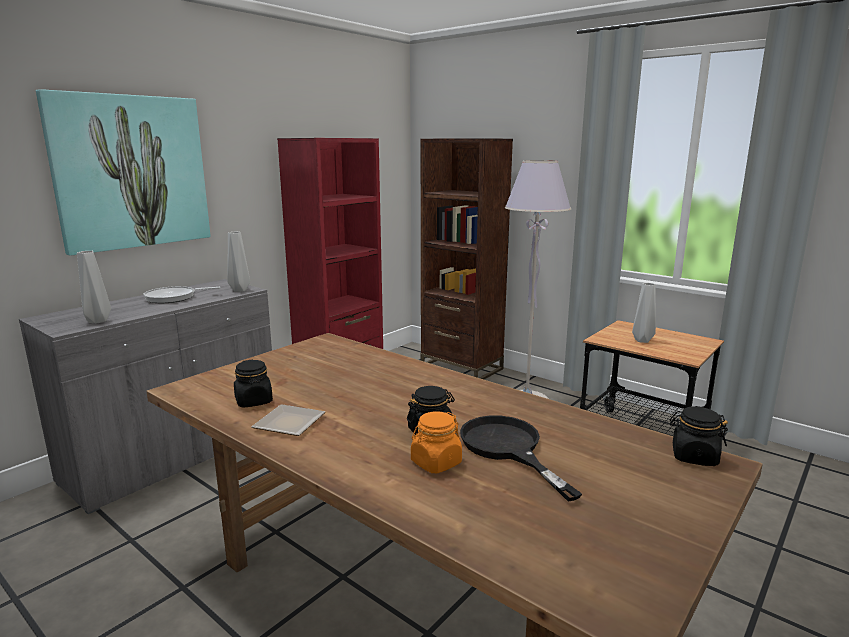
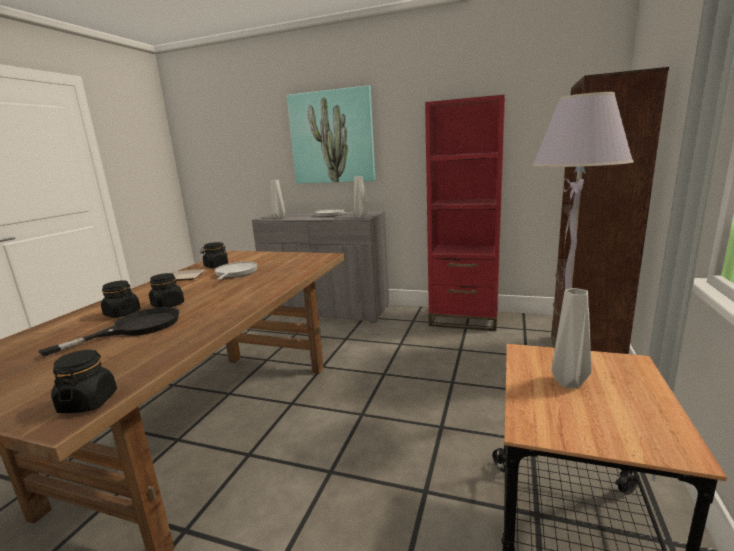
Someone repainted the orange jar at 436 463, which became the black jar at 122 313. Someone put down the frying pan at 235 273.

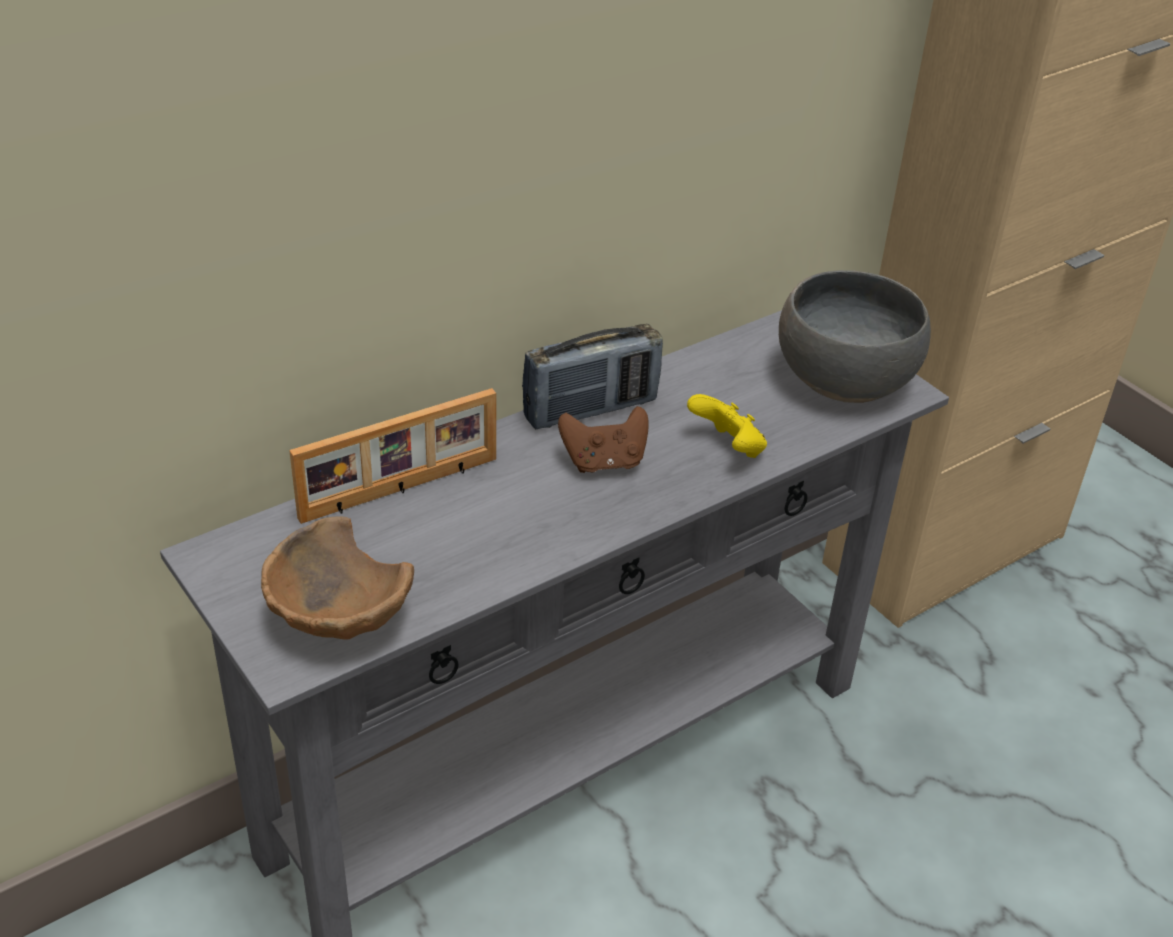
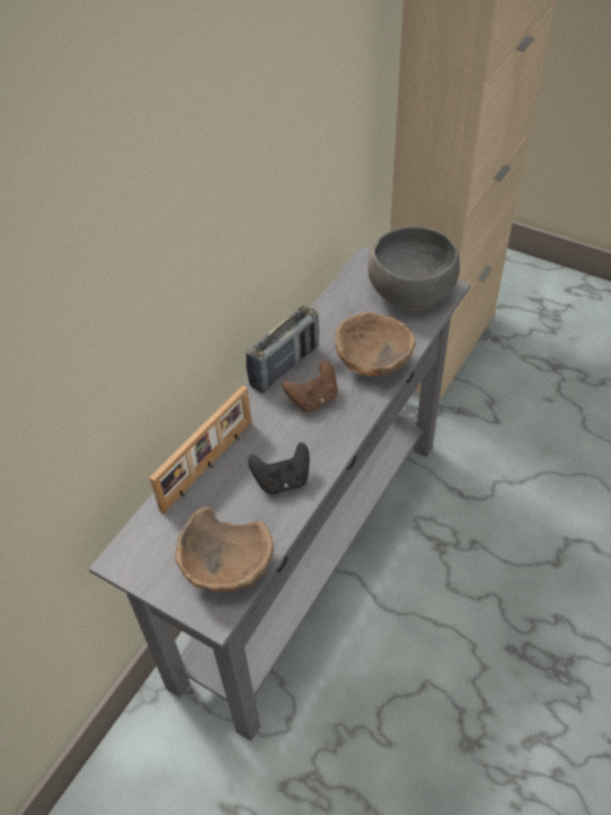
Someone swapped the yellow game controller at 728 448 for the brown bowl at 375 363. Someone put down the black game controller at 282 480.

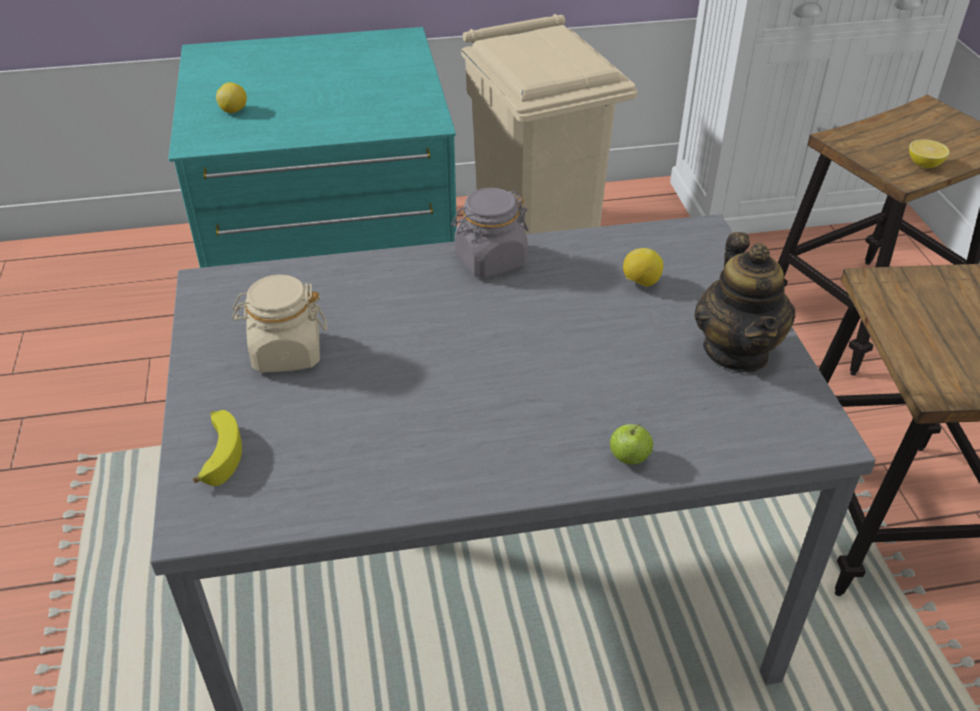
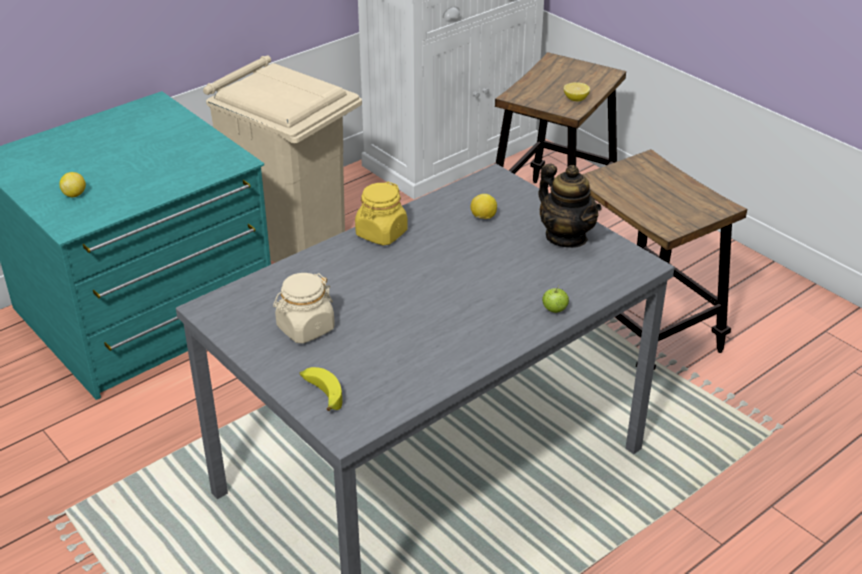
Someone repainted the grey jar at 490 260, which became the yellow jar at 381 234.

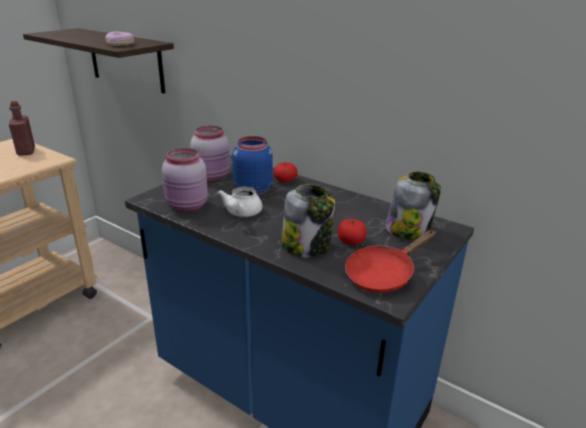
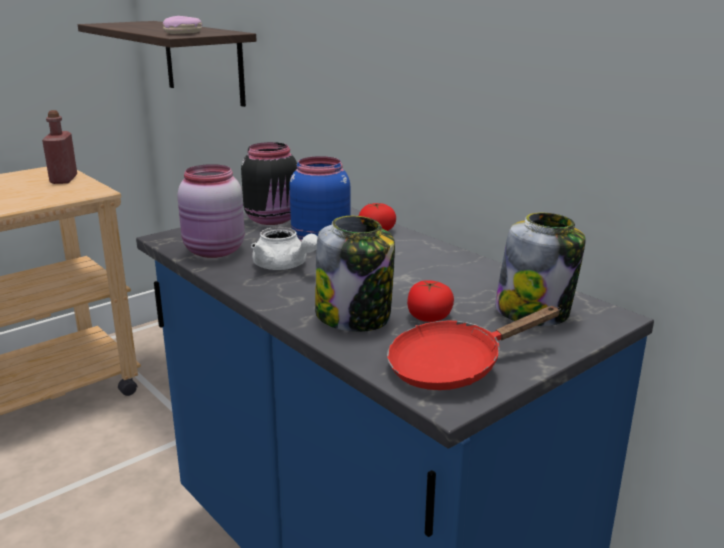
Someone repainted the pink jar at 213 177, which became the black jar at 273 219. Someone rotated the white teapot at 241 213 by 75 degrees counterclockwise.

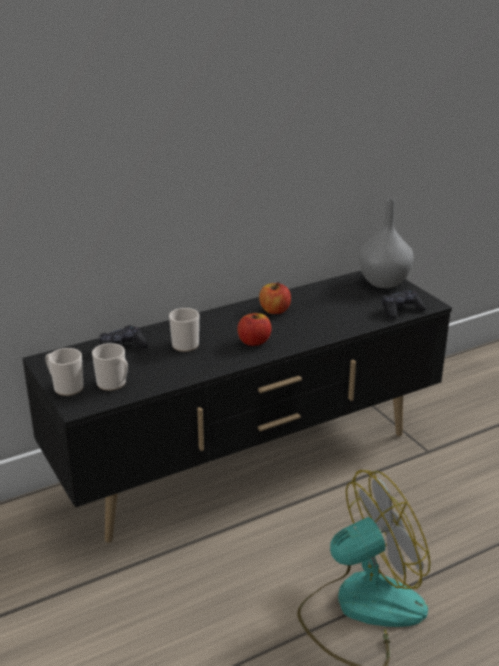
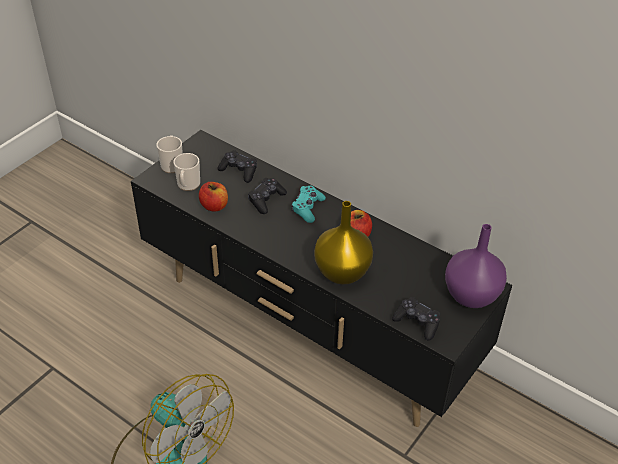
Someone swapped the mug at 183 343 for the black game controller at 266 200. Someone carried the apple from 254 342 to 214 206. Someone repainted the grey vase at 382 282, which became the purple vase at 470 294. Someone put down the turquoise game controller at 307 208. Someone put down the yellow vase at 343 273.

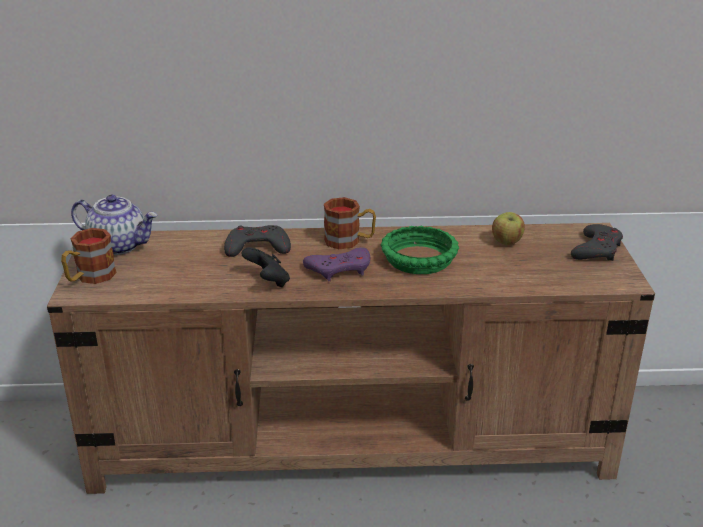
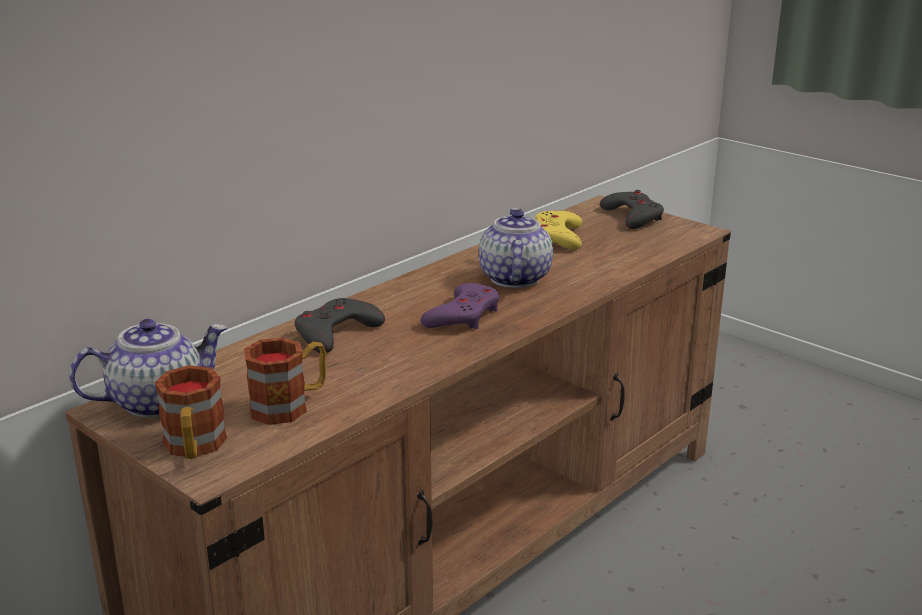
Someone took away the black game controller at 268 282. Someone carried the mug from 349 241 to 290 405. Someone swapped the green bowl at 418 258 for the teapot at 513 278. Someone swapped the apple at 507 242 for the yellow game controller at 557 237.

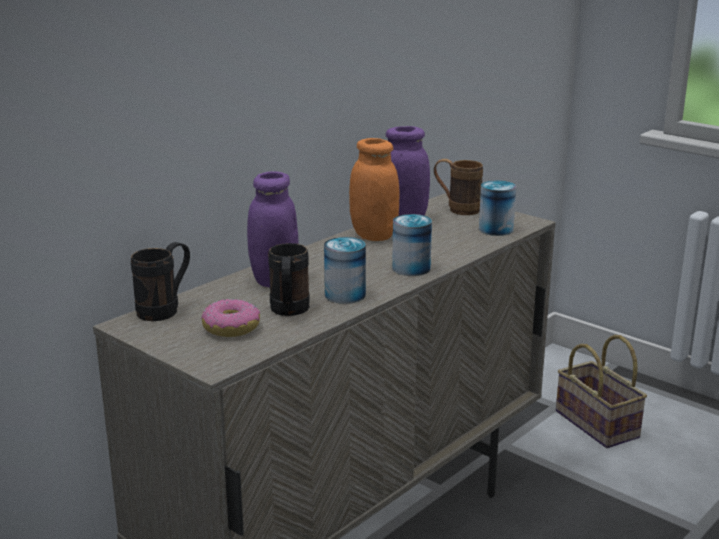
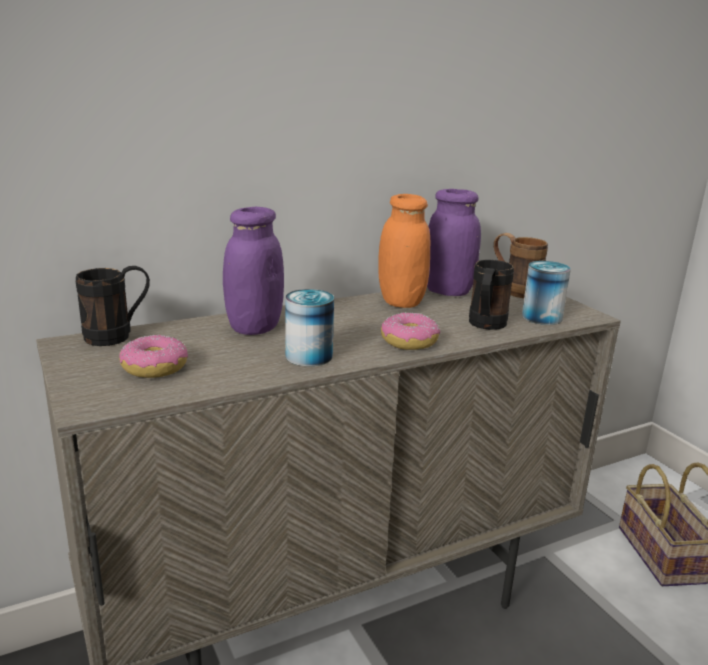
Someone carried the black mug from 289 312 to 485 326. Someone swapped the can at 411 268 for the donut at 409 341.

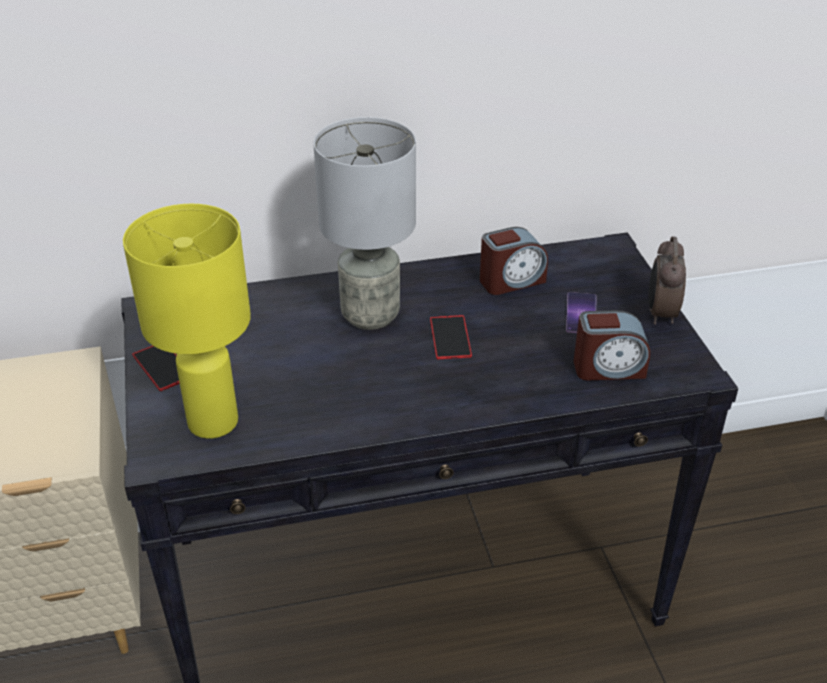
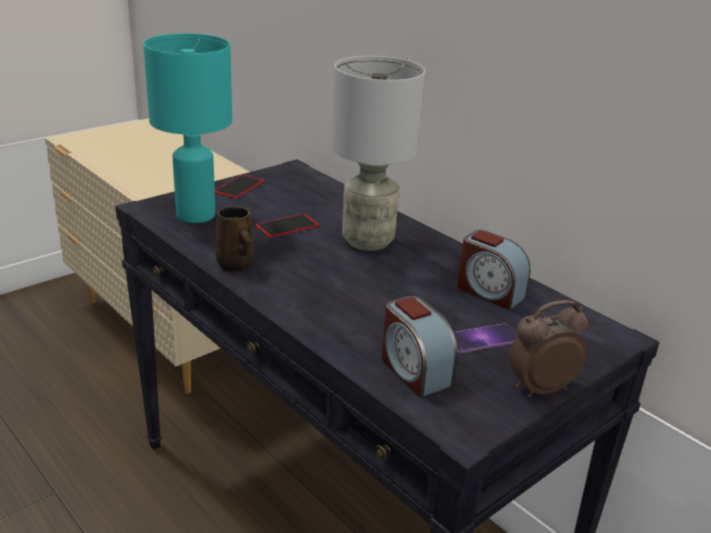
Someone repainted the yellow table lamp at 213 422, which became the turquoise table lamp at 194 215. Someone carried the phone from 450 337 to 287 226. Someone put down the brown mug at 236 265.

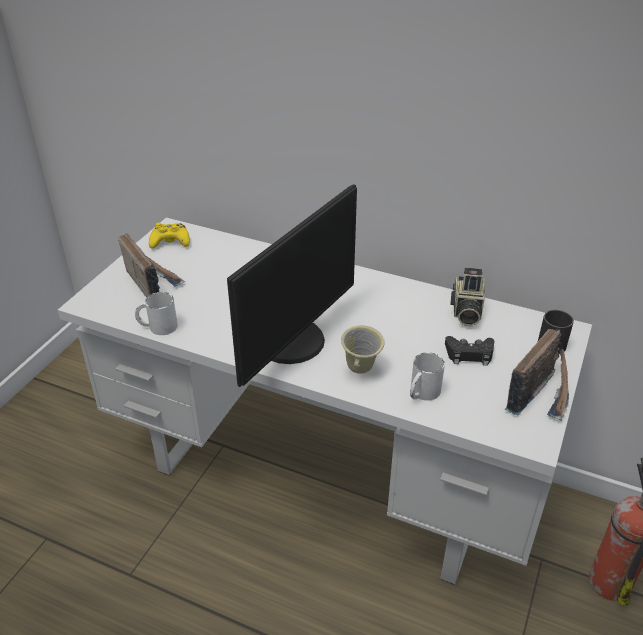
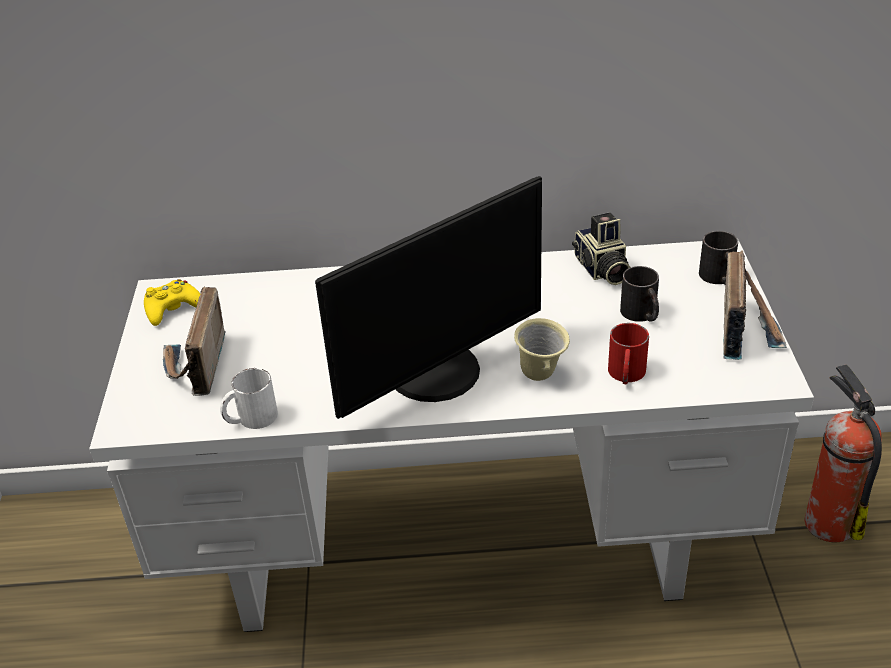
Someone rotated the radio at 153 282 by 120 degrees counterclockwise. Someone rotated the monitor at 293 342 by 45 degrees clockwise. Someone repainted the white mug at 422 393, which became the red mug at 626 375. Someone swapped the black game controller at 469 354 for the black mug at 642 315.

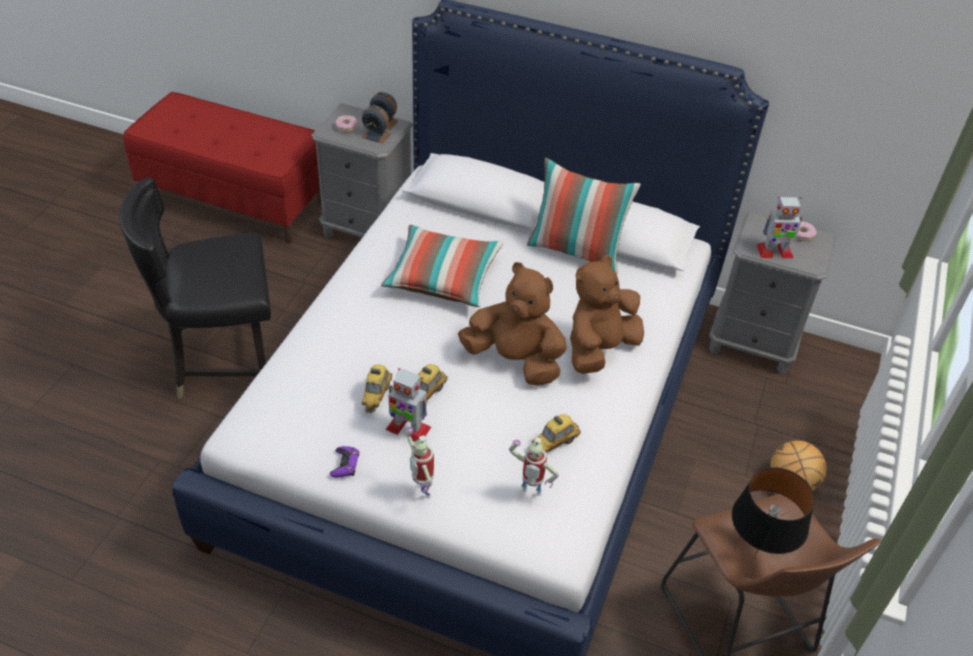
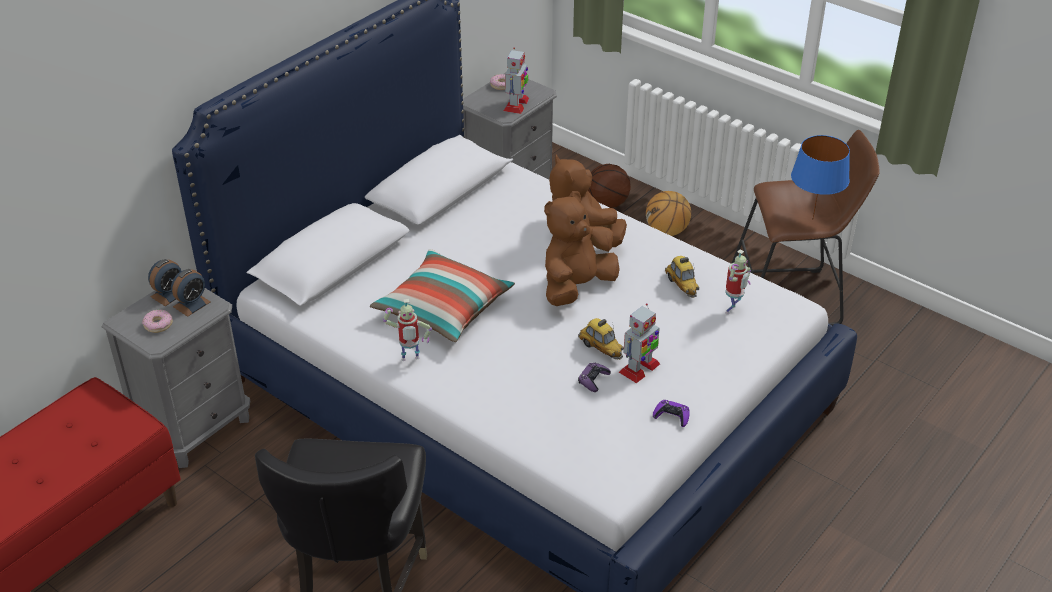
Someone swapped the toy car at 376 395 for the purple game controller at 593 380. Someone carried the toy robot from 421 491 to 410 360. Someone took away the pillow at 576 251. Someone repainted the black table lamp at 754 559, which became the blue table lamp at 813 219. Someone put down the basketball at 607 203.

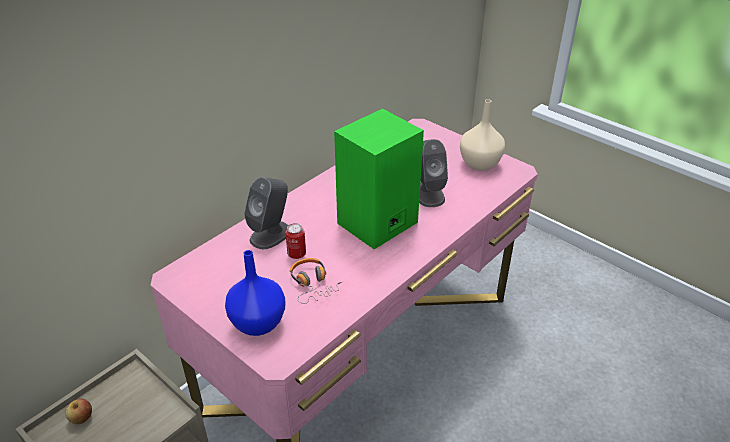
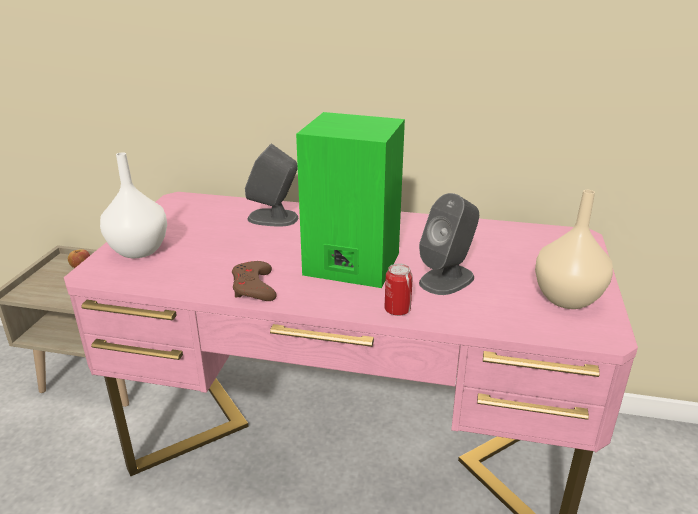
Someone repainted the blue vase at 257 324, which became the white vase at 138 250. Someone carried the can from 296 254 to 397 310. Someone took away the headphones at 313 284. Someone put down the brown game controller at 254 287.

